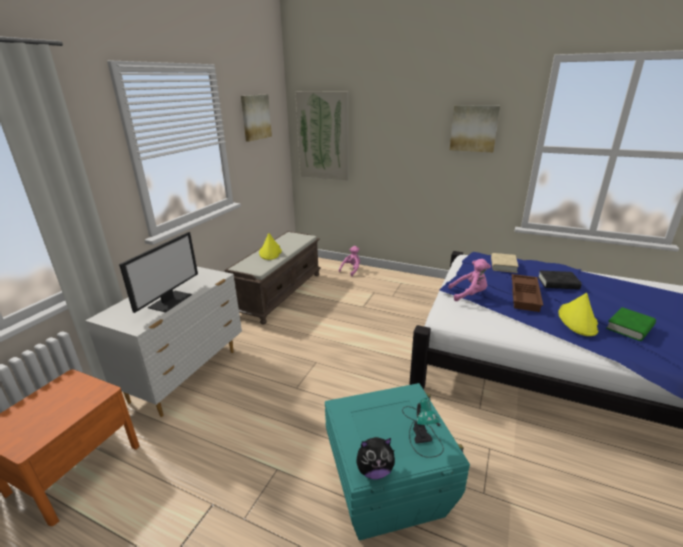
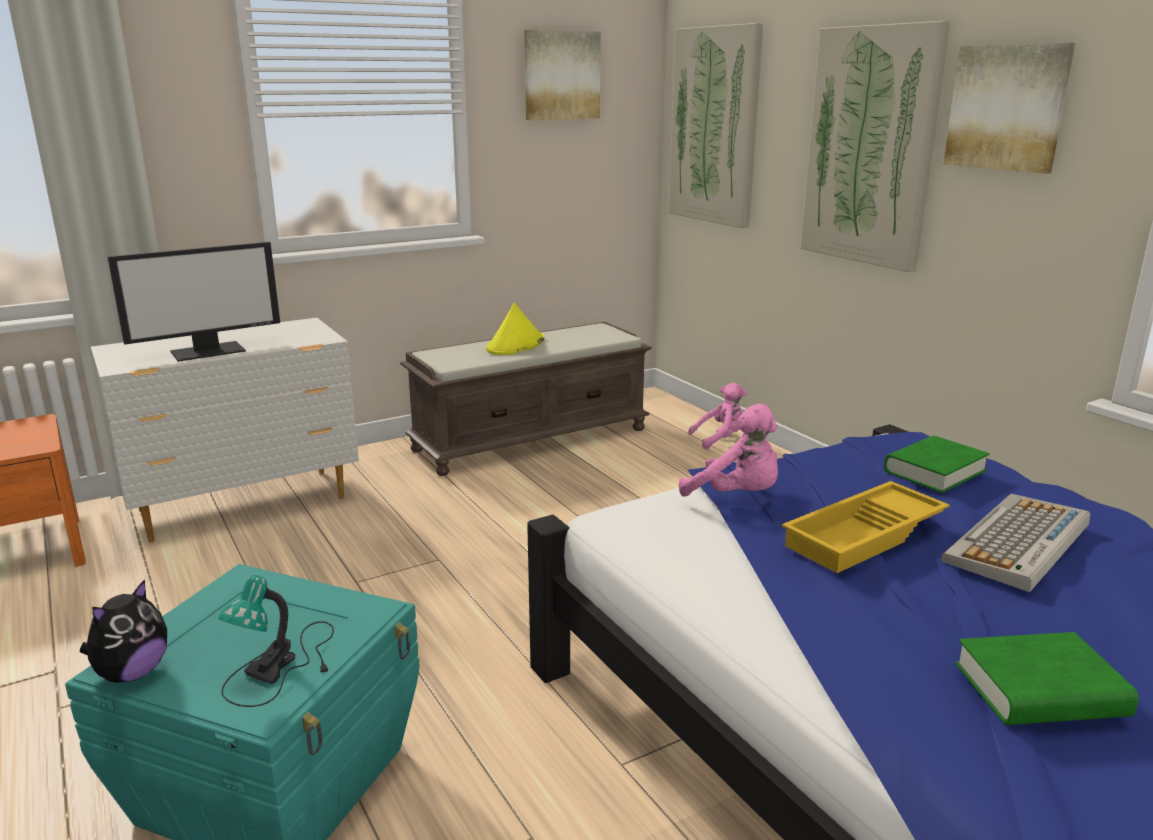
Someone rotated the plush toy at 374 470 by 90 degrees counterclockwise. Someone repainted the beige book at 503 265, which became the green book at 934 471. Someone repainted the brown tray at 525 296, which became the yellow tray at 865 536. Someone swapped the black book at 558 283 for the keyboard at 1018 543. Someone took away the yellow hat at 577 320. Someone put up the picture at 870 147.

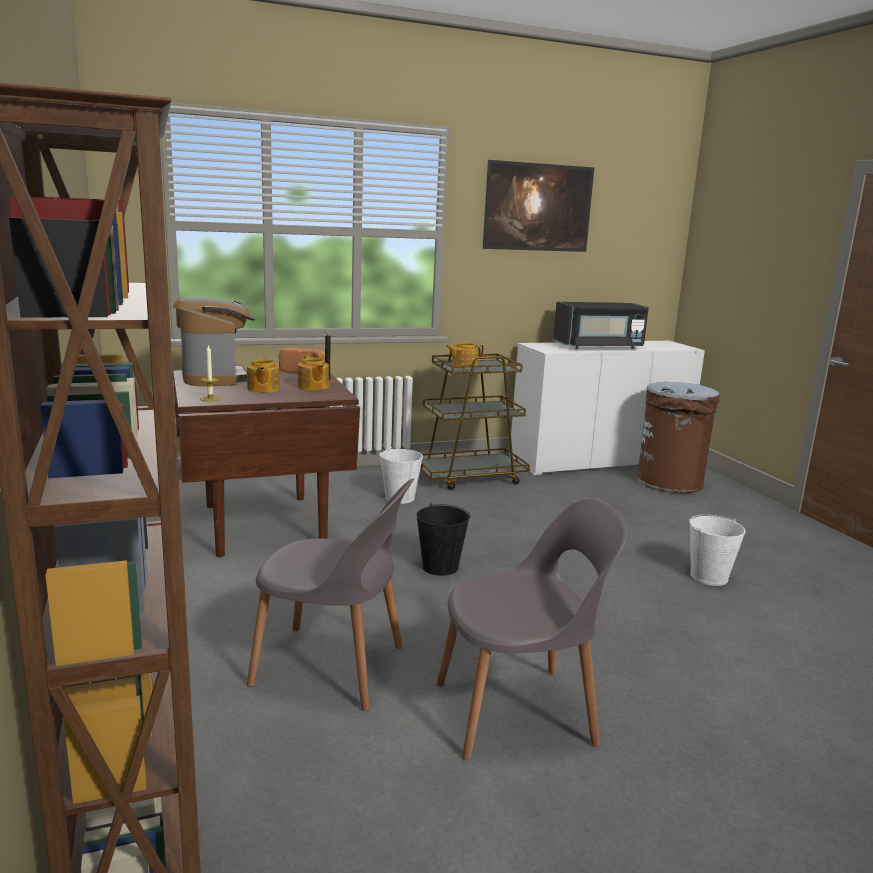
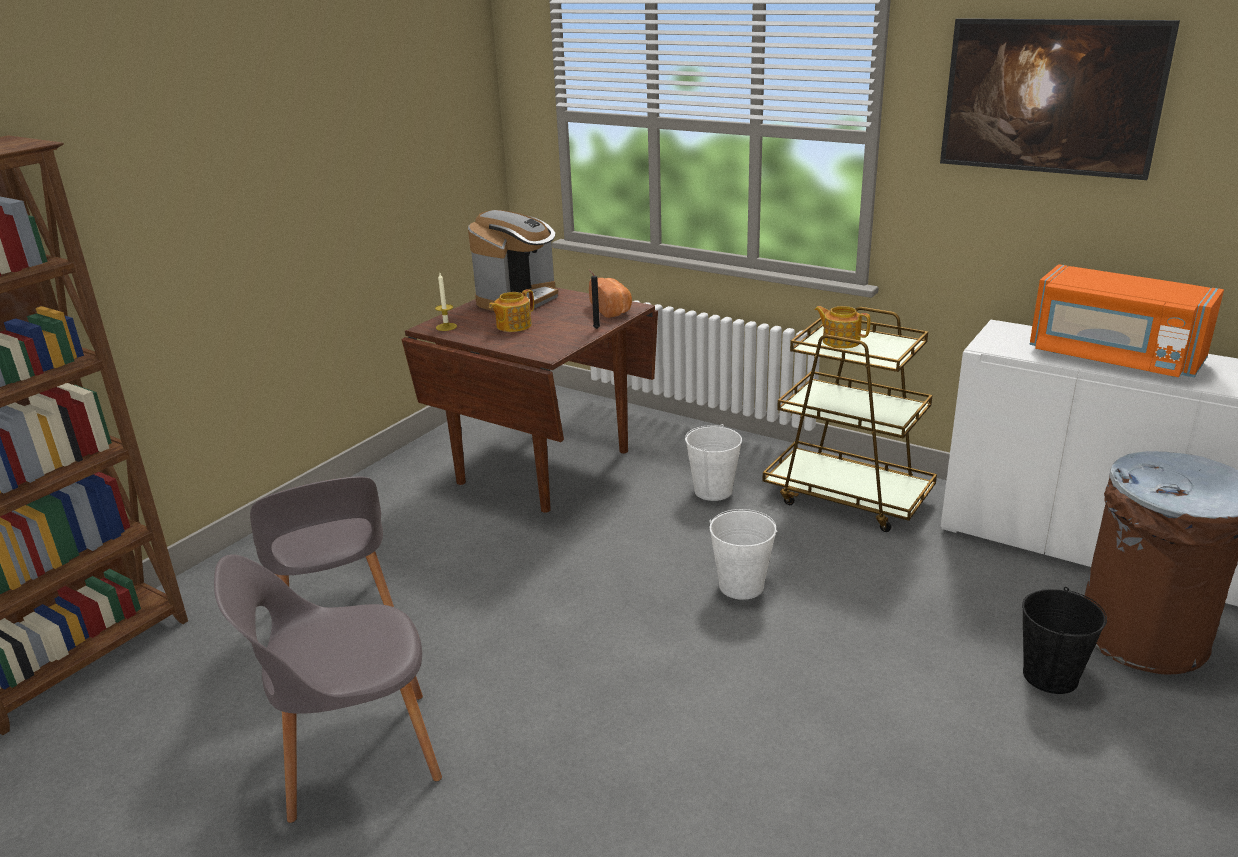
Someone took away the teapot at 313 387. Someone carried the black bucket from 440 567 to 1049 676. Someone rotated the grey chair at 519 712 by 120 degrees clockwise. Someone repainted the black microwave at 599 346, which became the orange microwave at 1113 358. Someone carried the white bucket from 709 577 to 741 586.

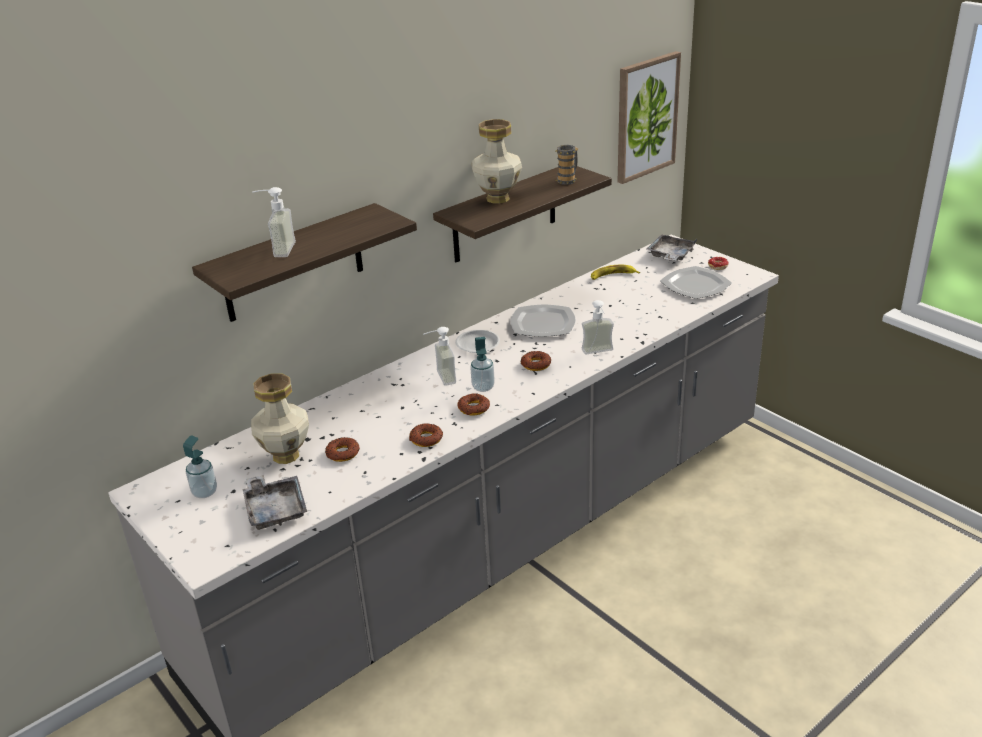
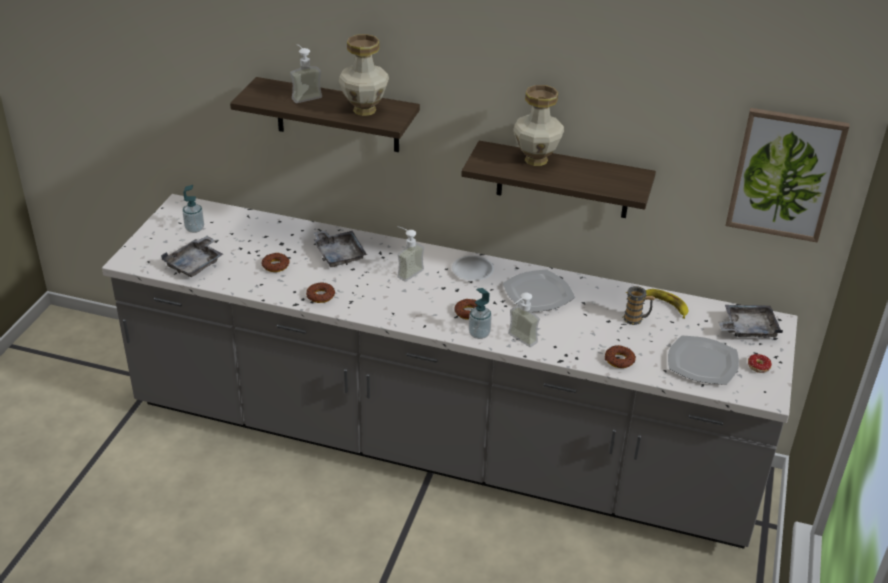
Someone carried the vase from 285 456 to 363 110. Someone carried the donut from 474 408 to 619 360. Someone carried the soap dispenser from 483 387 to 479 334. Someone carried the mug from 568 180 to 636 319. Someone put down the grey tray at 339 254.

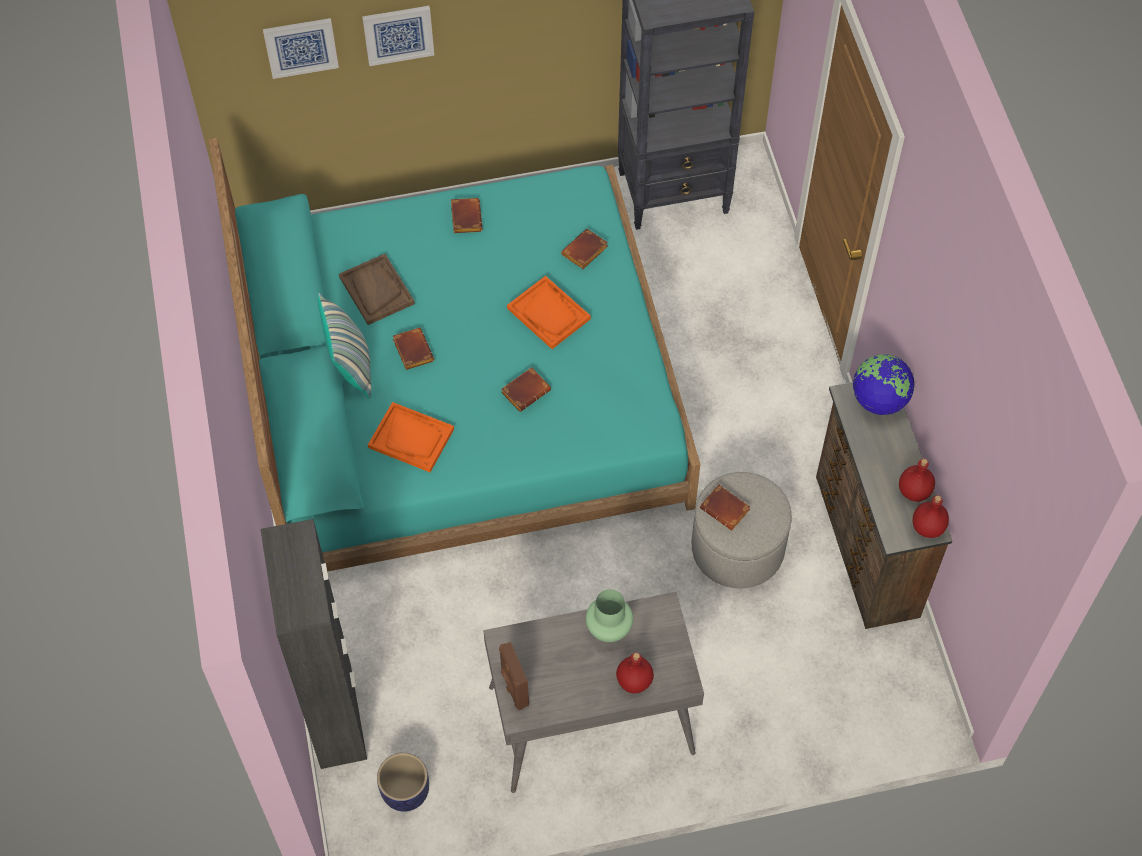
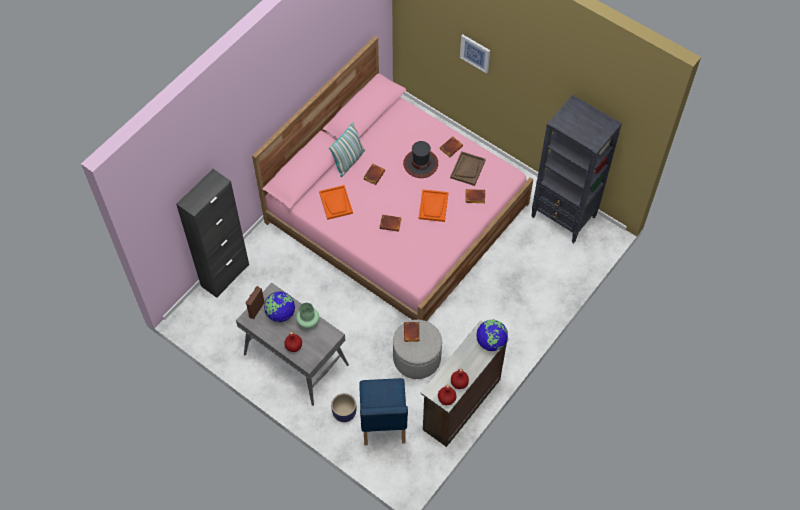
Someone repainted the turquoise bed at 460 391, which became the pink bed at 397 212. Someone took away the picture at 301 47. Someone carried the brown tray from 376 290 to 467 169. Someone carried the planter from 405 792 to 344 413. Someone put down the globe at 280 314. Someone put down the blue chair at 383 425. Someone put down the hat at 420 163.

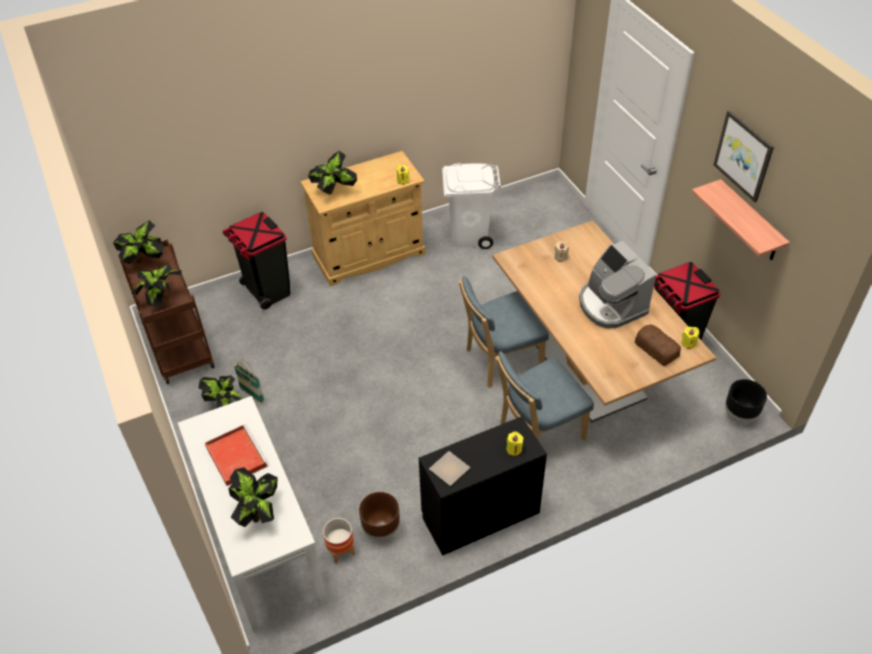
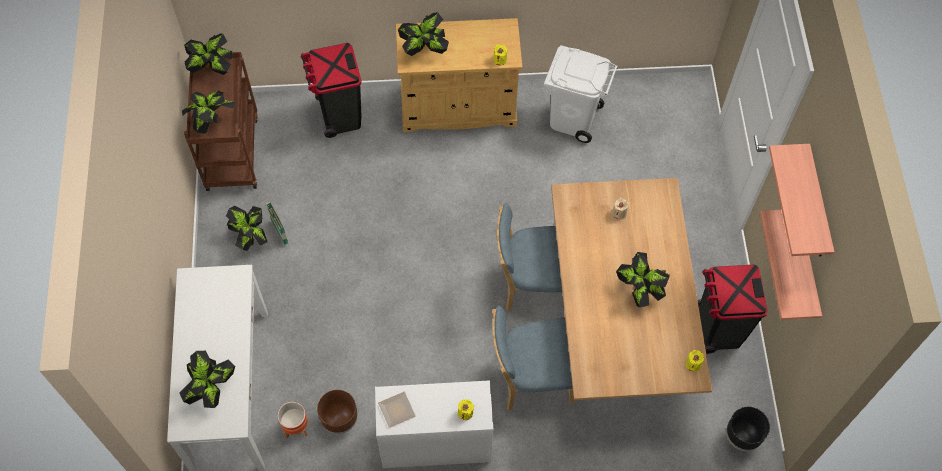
Someone took away the red tray at 235 456. Someone repainted the black dresser at 479 514, which became the white dresser at 435 441. Someone swapped the coffee machine at 611 305 for the potted plant at 639 290. Someone took away the bread at 656 349. Someone swapped the picture at 744 155 for the shelf at 816 206.

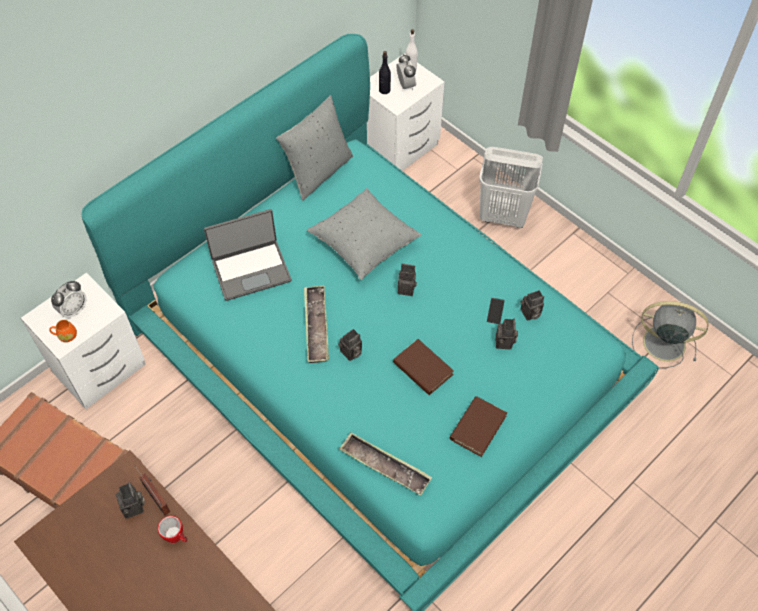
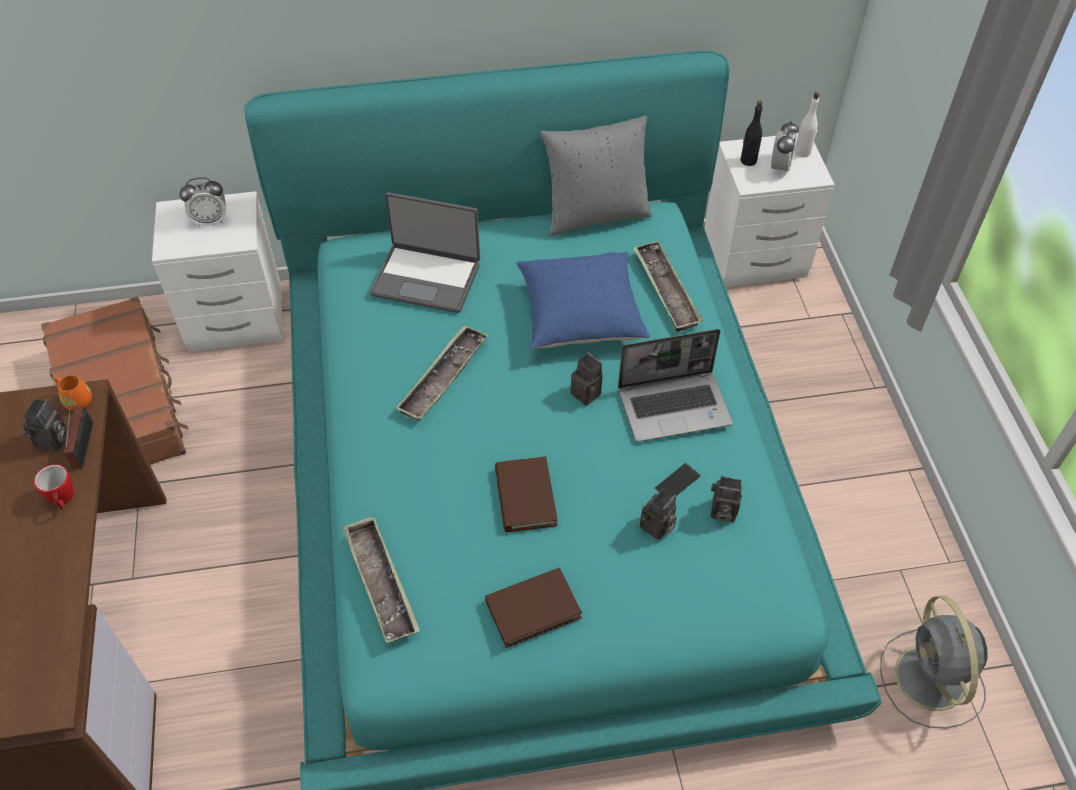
Someone carried the orange mug from 65 336 to 76 400. Someone repainted the grey pillow at 364 243, which became the blue pillow at 580 316. Someone took away the photo camera at 351 353. Someone took away the white laundry basket at 503 216. Someone rotated the grey fan at 662 342 by 150 degrees counterclockwise. Someone put down the laptop at 675 406. Someone put down the tray at 666 290.

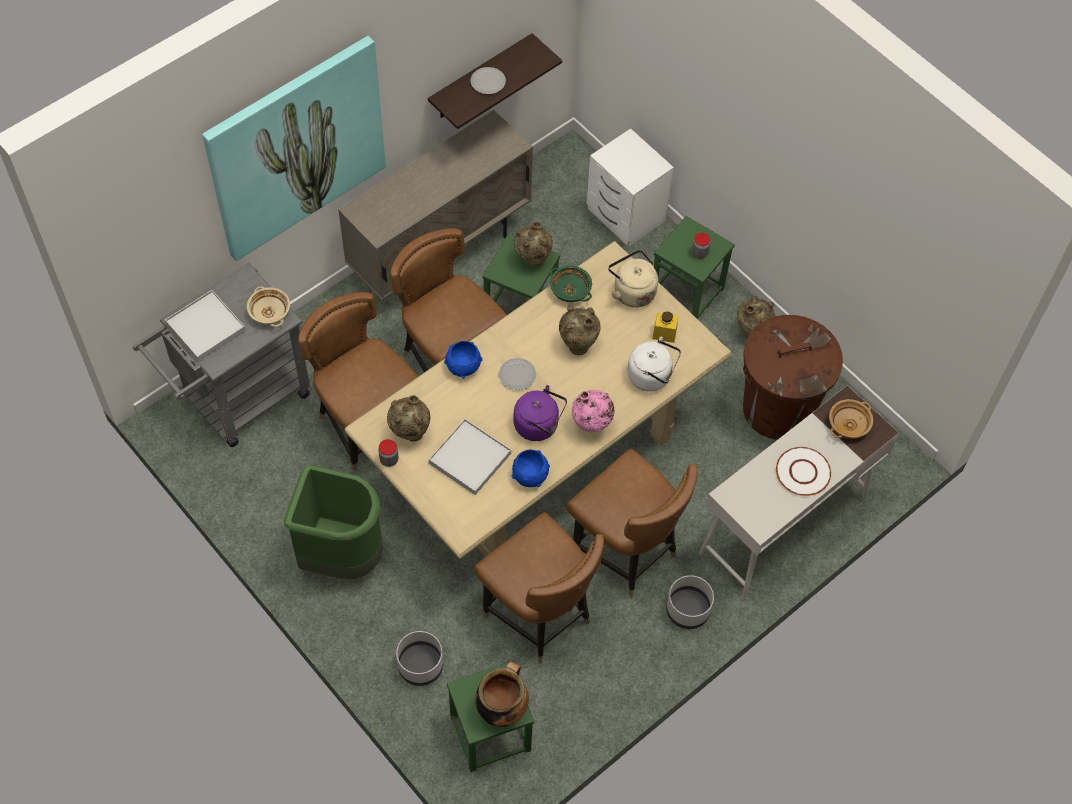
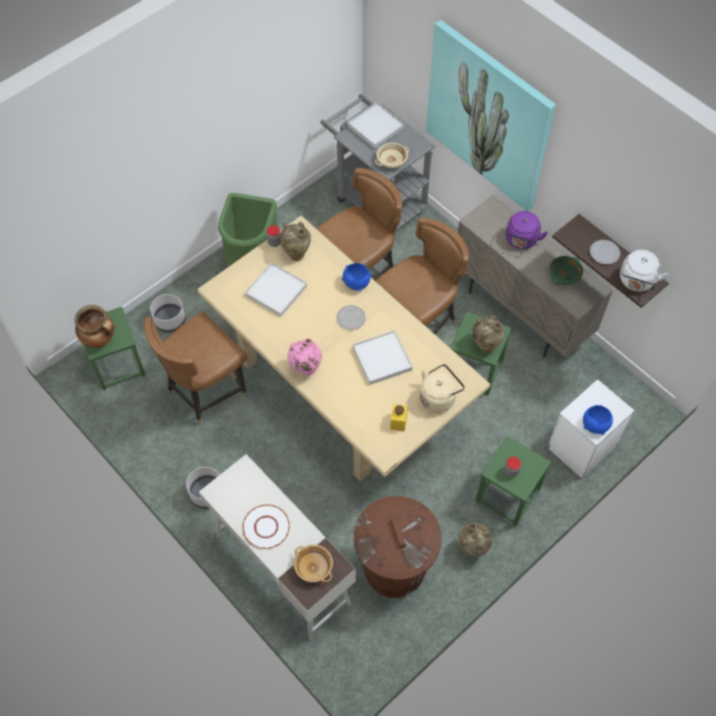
Someone carried the blue bowl from 530 475 to 595 425. Someone carried the purple kettle from 539 426 to 521 240. Someone carried the green bowl from 570 290 to 564 276. Someone swapped the beige vase at 578 345 for the white tray at 382 359. Someone took away the brown chair at 626 552. Someone carried the white kettle from 652 376 to 636 282.

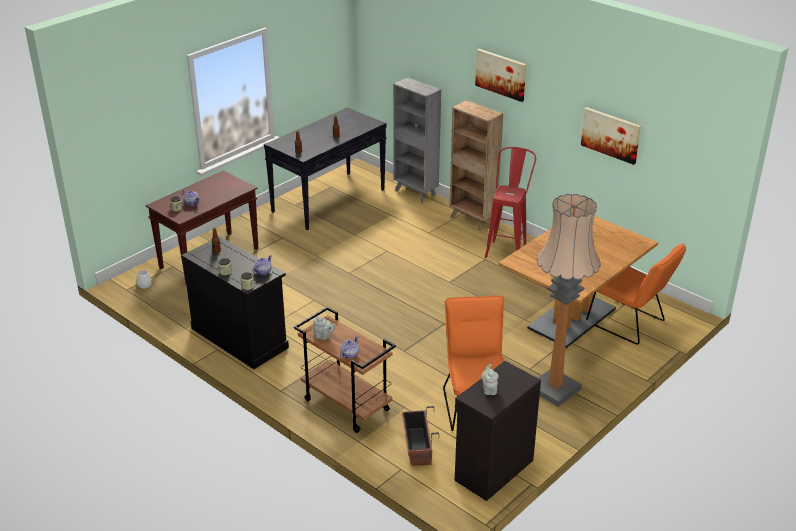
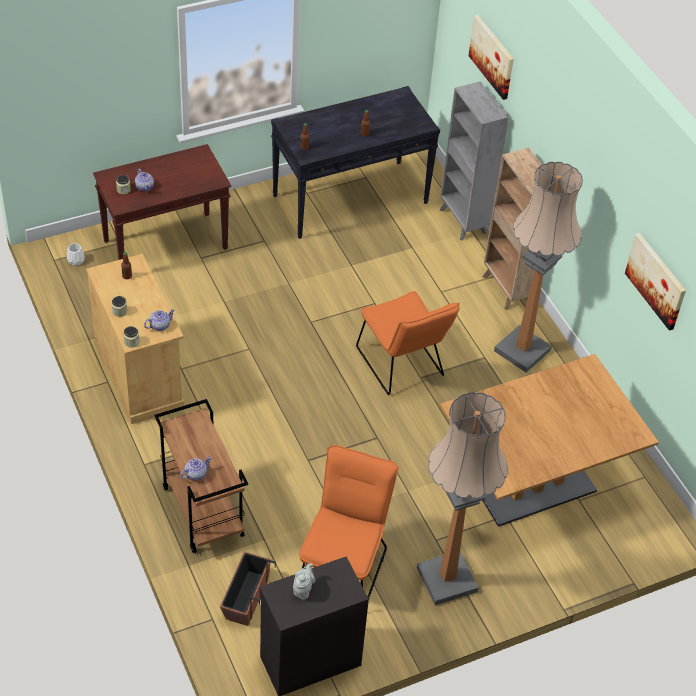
Someone repainted the black cabinet at 239 338, which became the beige cabinet at 139 374. Someone took away the grey teapot at 323 336. Someone carried the picture from 501 74 to 492 56. Someone swapped the red stool at 507 248 for the floor lamp at 522 350. Someone carried the orange chair from 629 324 to 402 366.

